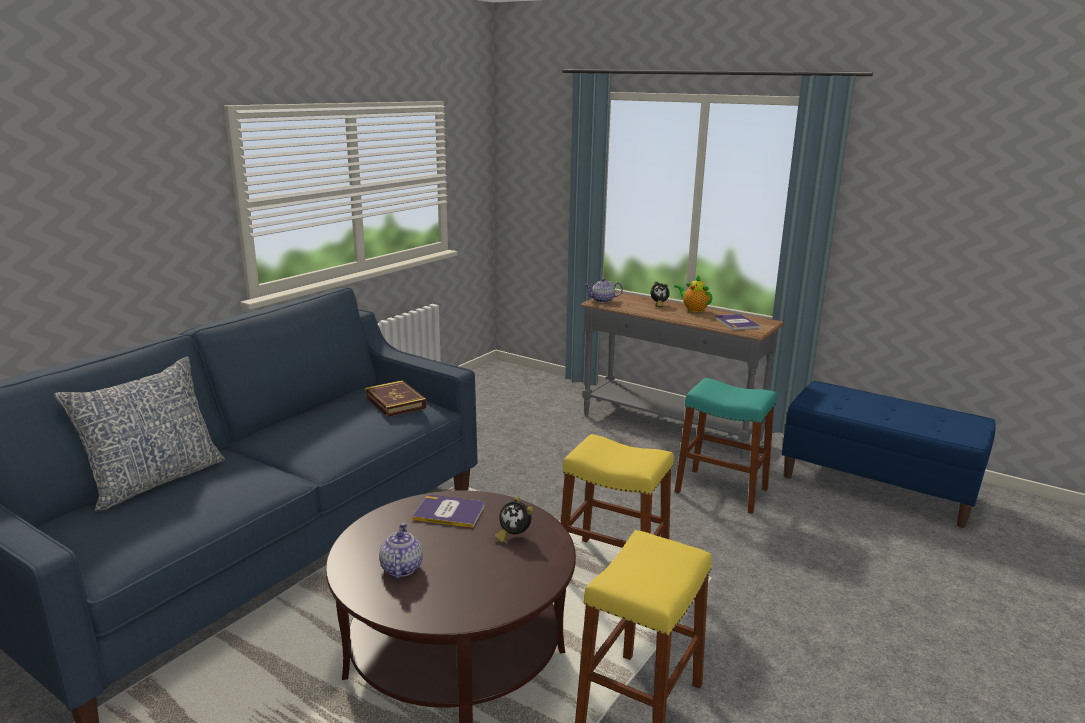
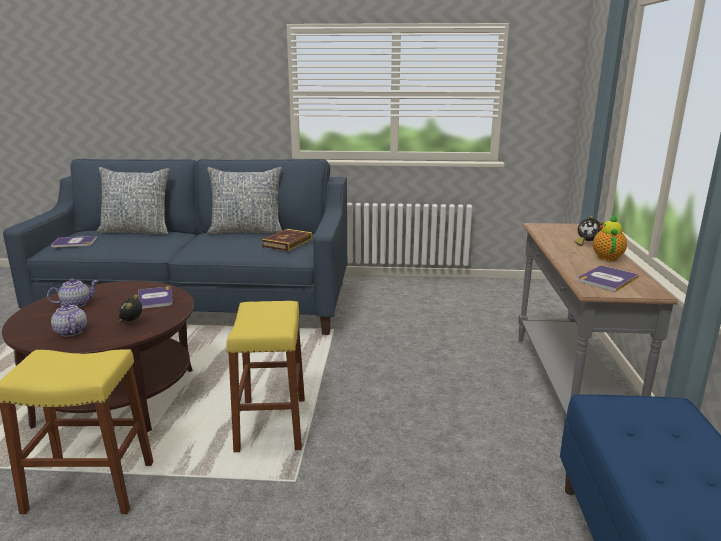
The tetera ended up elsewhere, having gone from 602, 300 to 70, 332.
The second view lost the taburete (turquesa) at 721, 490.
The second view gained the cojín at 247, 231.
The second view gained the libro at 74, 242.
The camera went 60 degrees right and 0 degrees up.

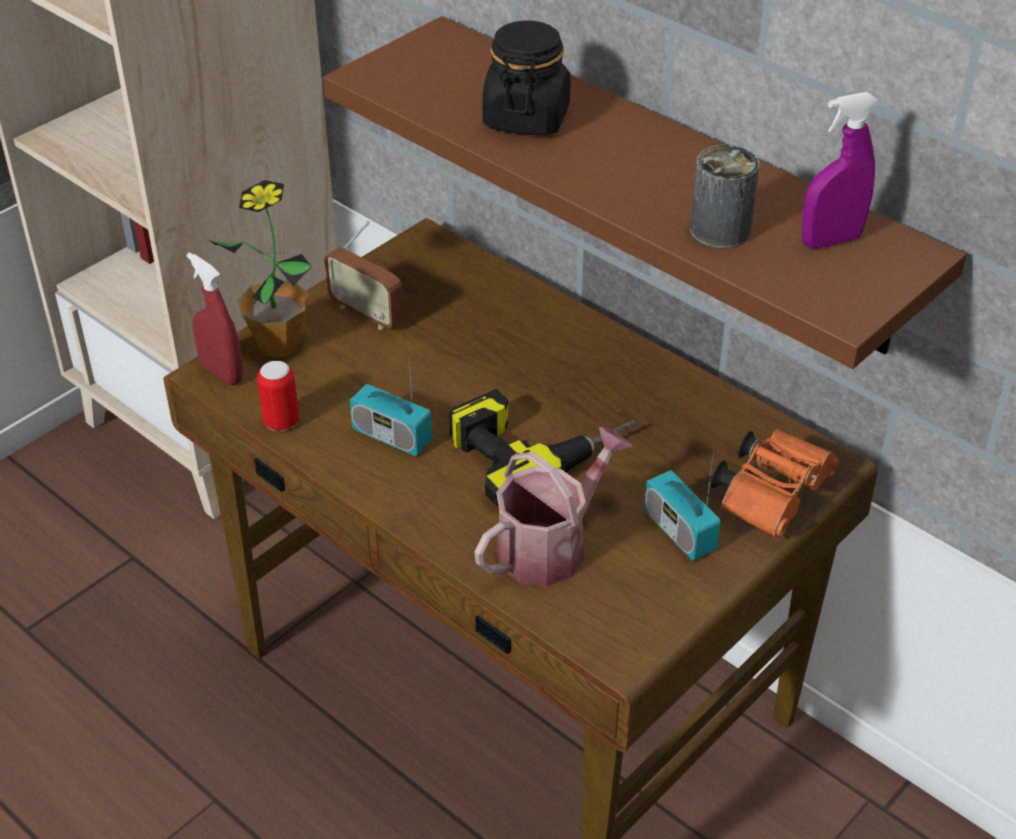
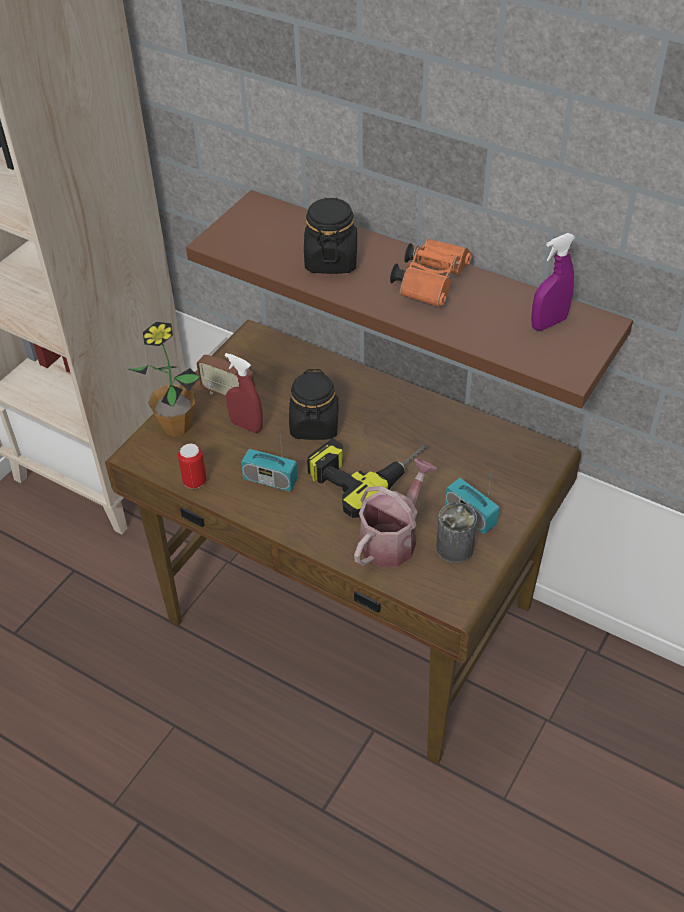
The lata ended up elsewhere, having gone from 720, 230 to 454, 548.
The pulverizador (rojo) ended up elsewhere, having gone from 222, 373 to 246, 426.
The prismáticos (naranja) ended up elsewhere, having gone from 773, 494 to 431, 283.
The second view gained the tarro (negro) at 314, 425.
The camera went 10 degrees left and 5 degrees up.

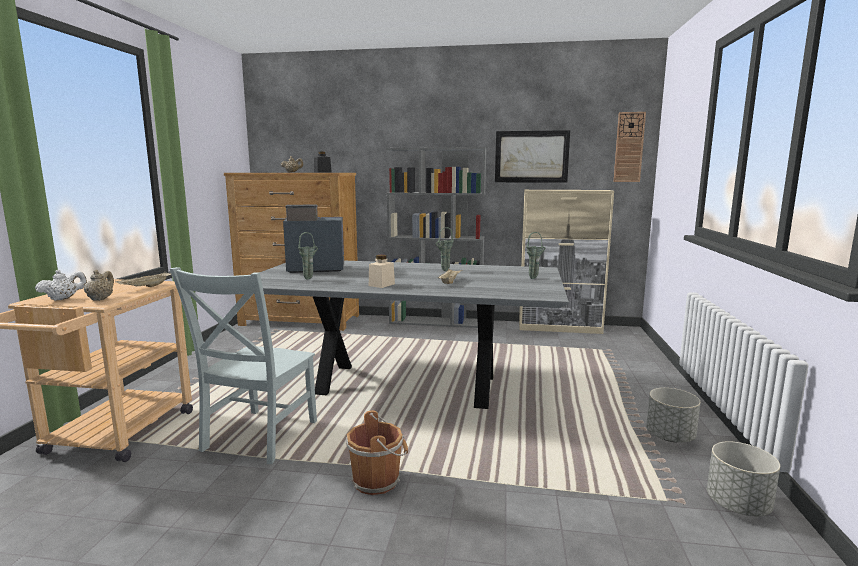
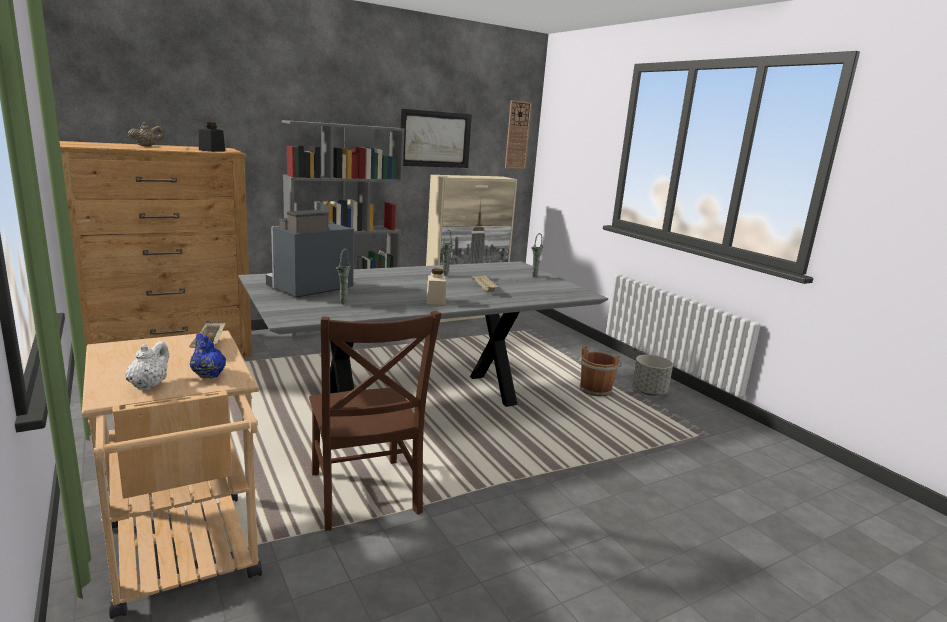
What was the silla (gris) at 257, 437 turned into the silla (marrón) at 364, 495.
What was the tetera (beis) at 101, 299 turned into the tetera (azul) at 208, 375.
The cubo (marrón) ended up elsewhere, having gone from 378, 480 to 595, 389.
The second view lost the maceta (gris) at 738, 505.
The camera went 40 degrees left and 5 degrees up.

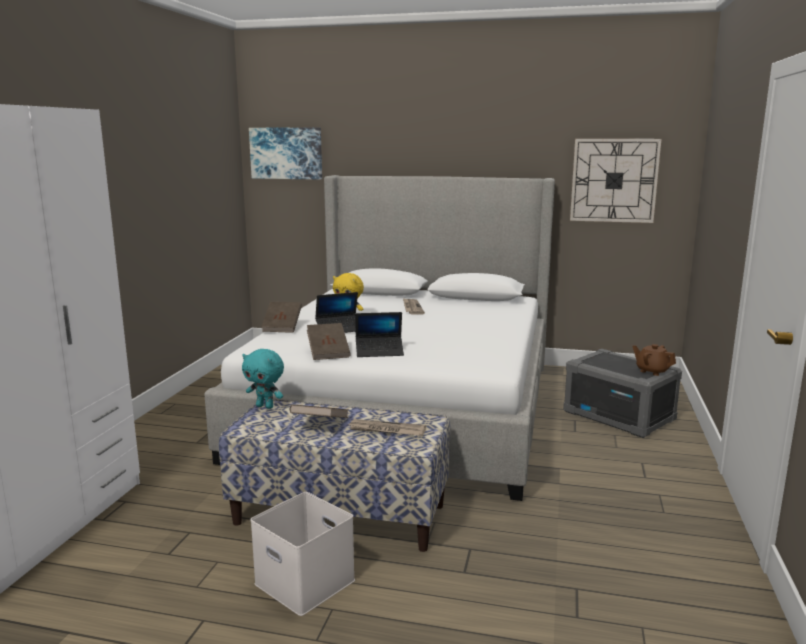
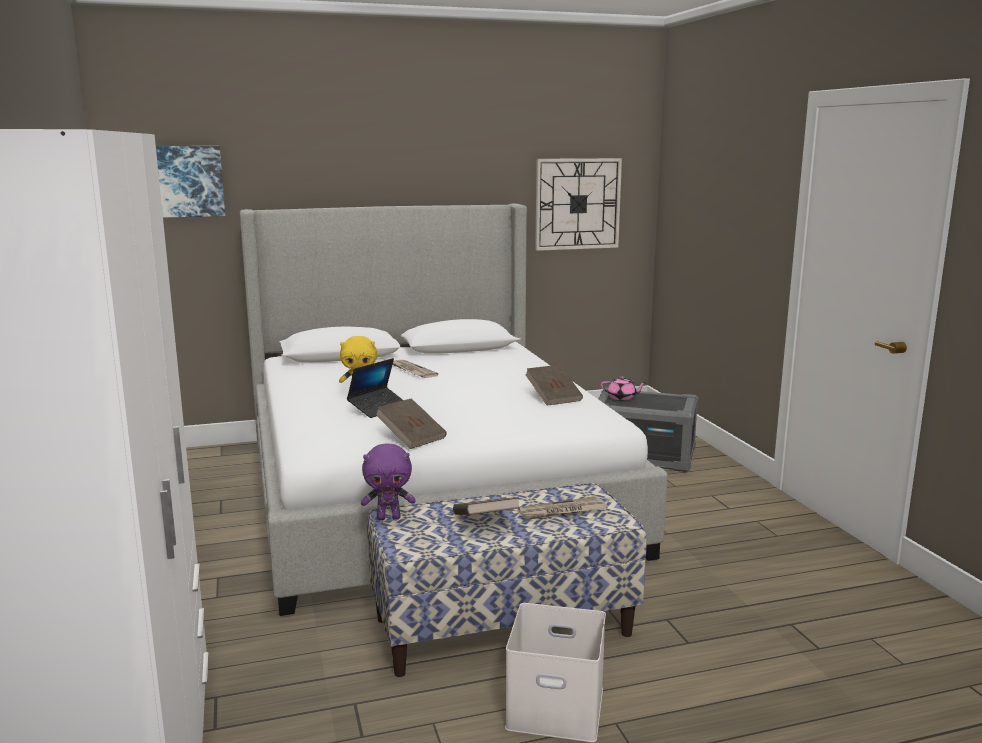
The libro (marrón) ended up elsewhere, having gone from 282, 327 to 553, 397.
The second view lost the portátil at 379, 352.
The second view lost the tetera (marrón) at 652, 371.
What was the peluche (turquesa) at 265, 406 turned into the peluche (morado) at 389, 518.
The second view gained the tetera (rosa) at 622, 398.
The camera went 30 degrees left and 0 degrees up.

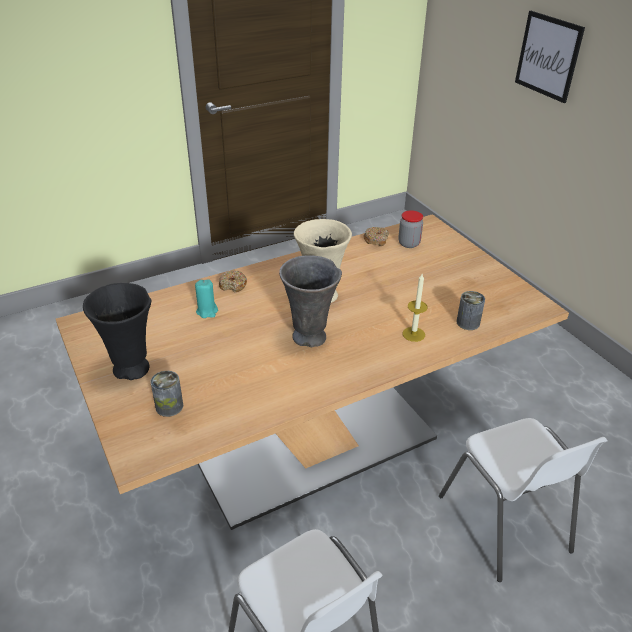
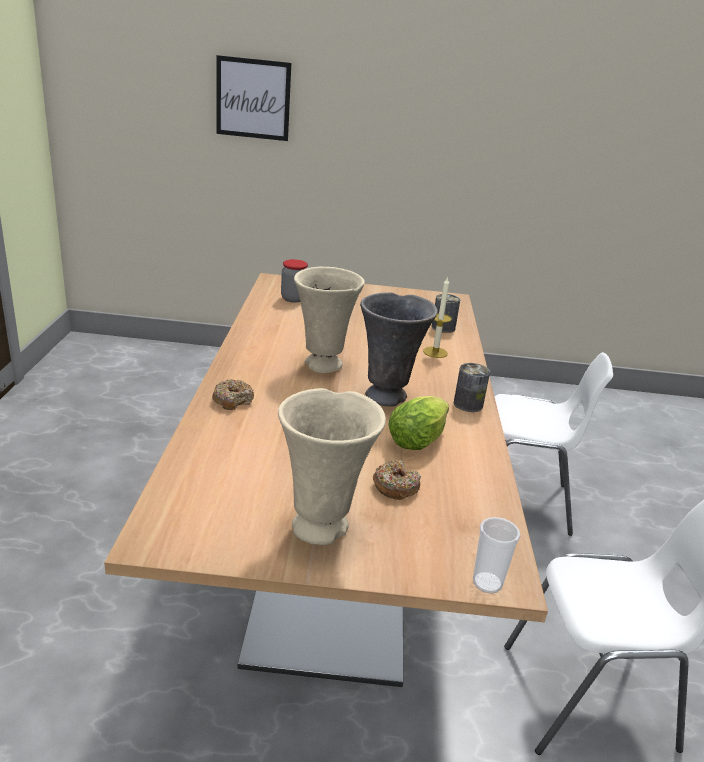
The rosquilla ended up elsewhere, having gone from 376, 240 to 395, 486.
The second view lost the vela (turquesa) at 207, 311.
What was the florero (negro) at 132, 370 turned into the florero (beis) at 322, 527.
The lata ended up elsewhere, having gone from 169, 406 to 468, 404.
The second view gained the lechuga at 419, 439.
The second view gained the taza at 487, 583.
The camera went 60 degrees left and 10 degrees down.

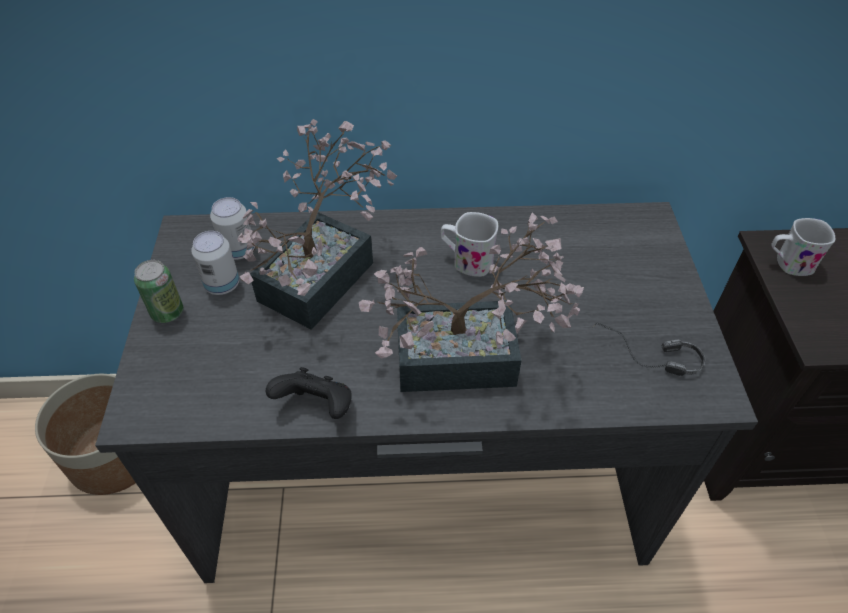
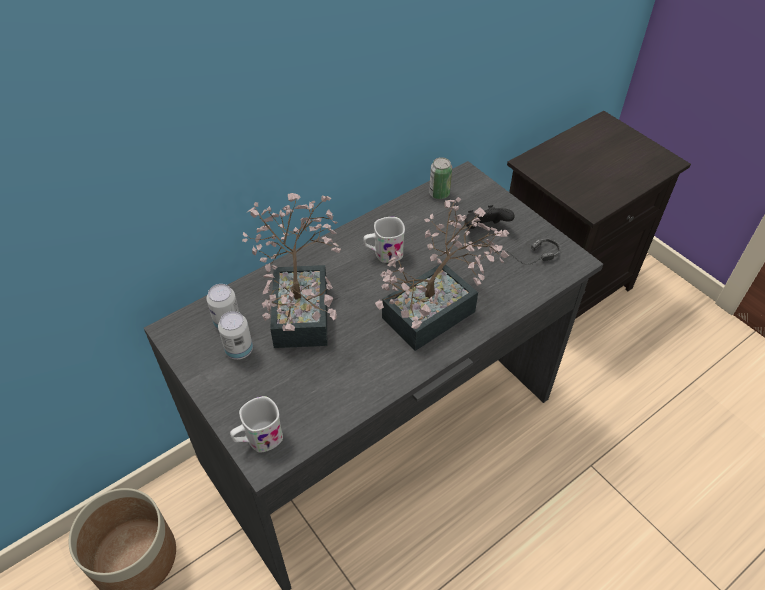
The taza grande (blanco) ended up elsewhere, having gone from 788, 263 to 258, 439.
The lata ended up elsewhere, having gone from 167, 312 to 439, 194.
The mando de consola (negro) ended up elsewhere, having gone from 317, 407 to 484, 229.
The camera went 35 degrees left and 0 degrees up.

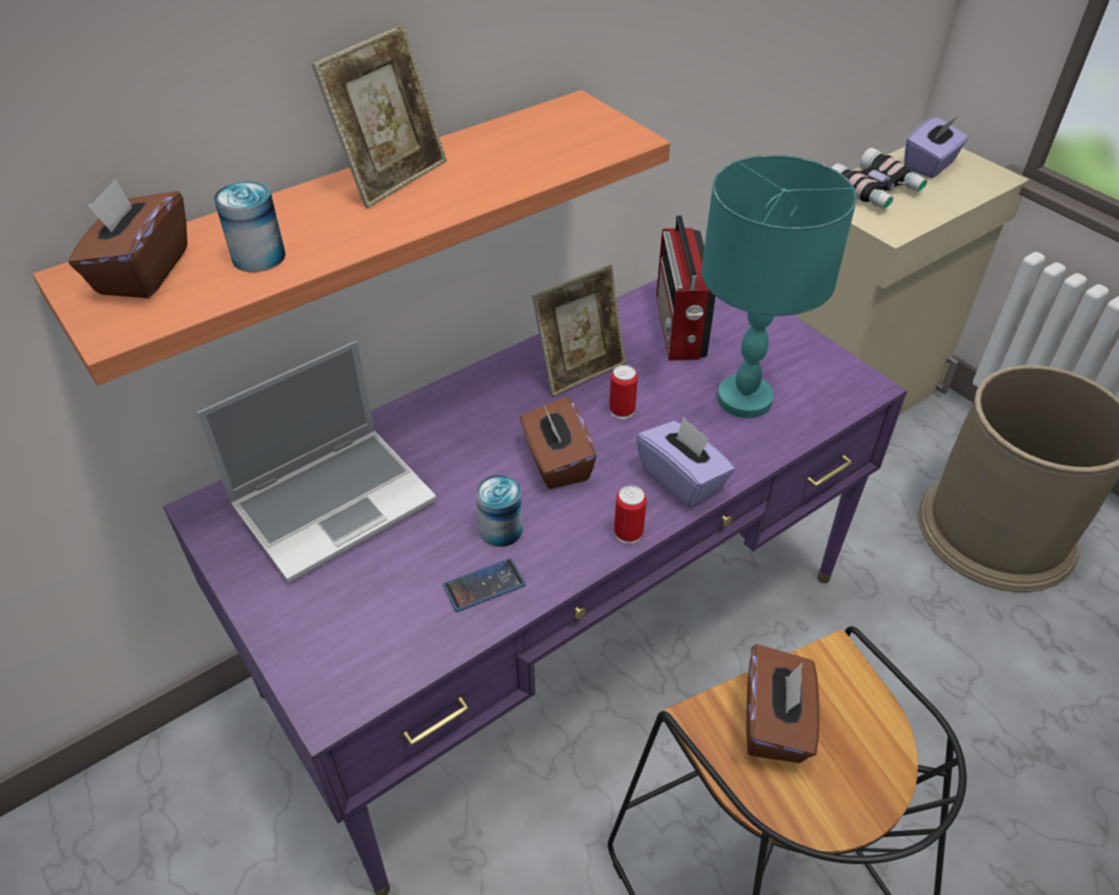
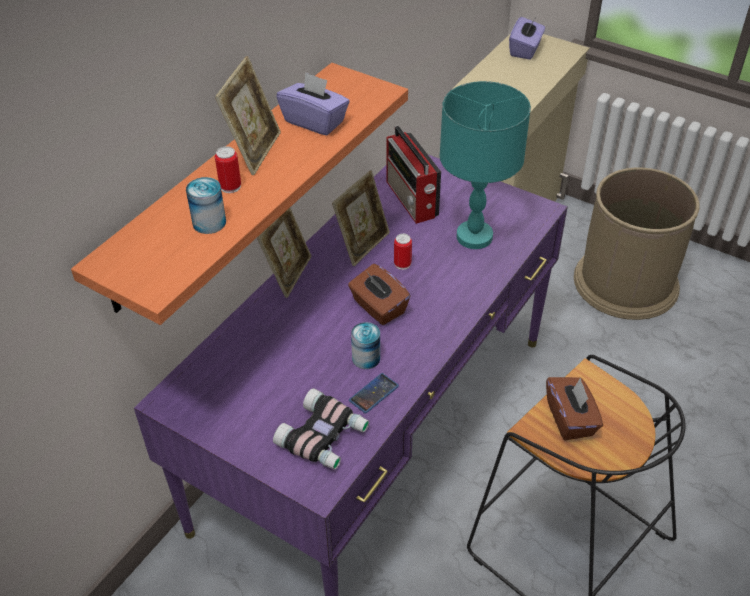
The prismáticos ended up elsewhere, having gone from 875, 191 to 324, 437.
The second view lost the caja de pañuelos (marrón) at 142, 271.
The second view lost the portátil at 335, 502.
The caja de pañuelos (morado) ended up elsewhere, having gone from 682, 479 to 315, 121.
The lata ended up elsewhere, having gone from 628, 533 to 230, 186.
The second view gained the portarretratos at 288, 274.
The camera went 20 degrees left and 0 degrees up.

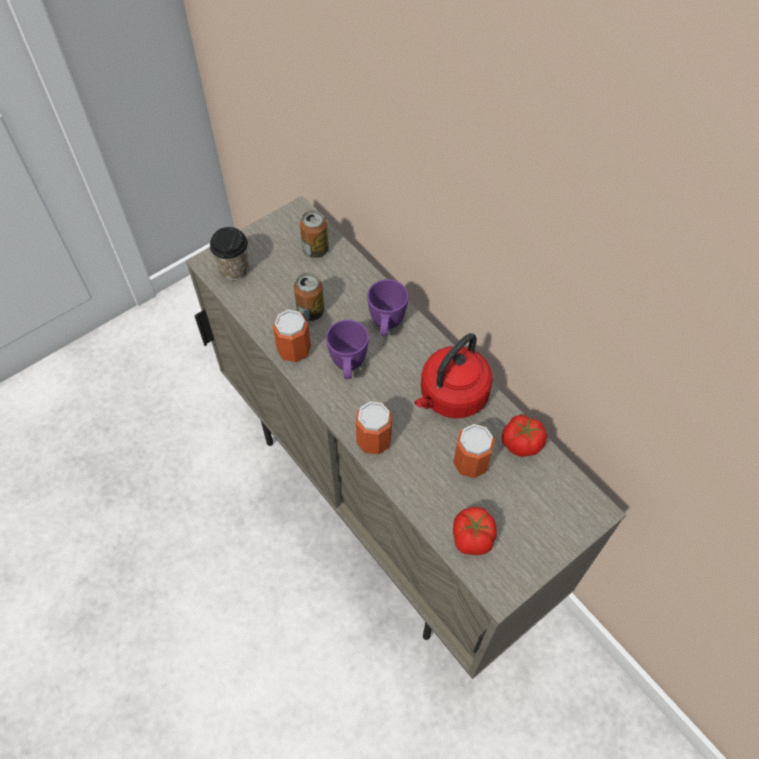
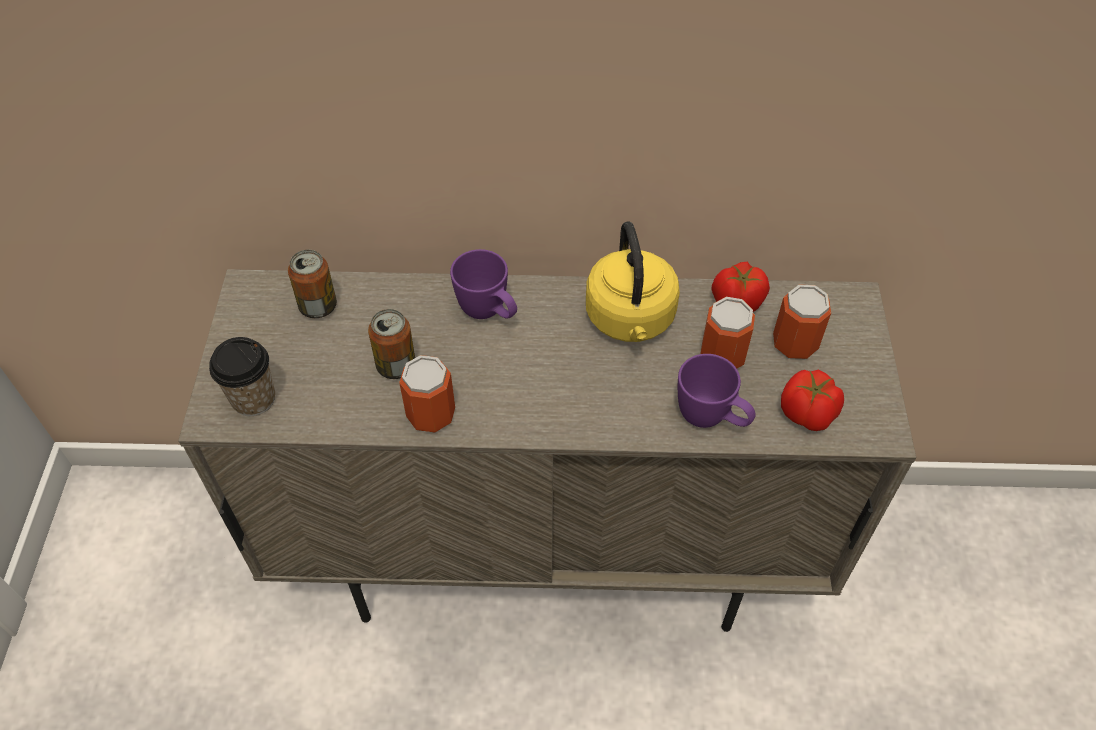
The taza grande (morado) ended up elsewhere, having gone from 348, 367 to 711, 419.
What was the hervidor (rojo) at 451, 397 turned into the hervidor (amarillo) at 630, 320.
The lata ended up elsewhere, having gone from 374, 440 to 794, 344.
The camera went 50 degrees left and 5 degrees down.

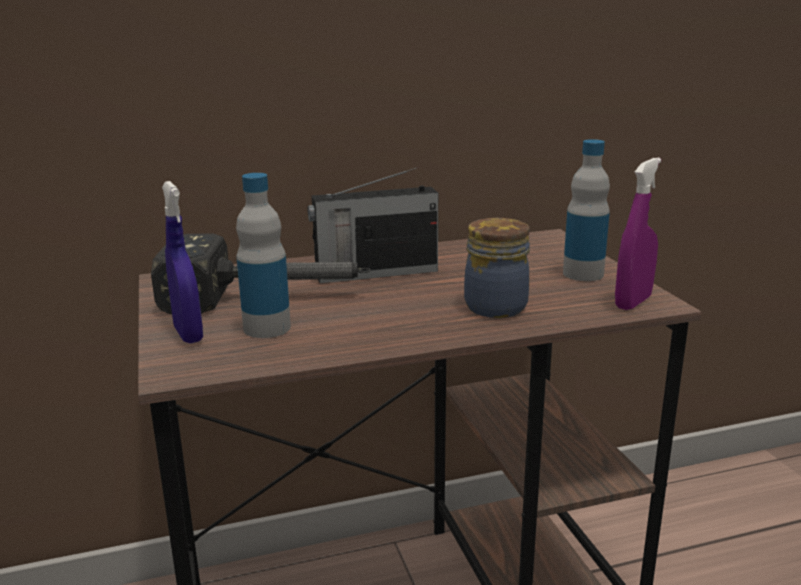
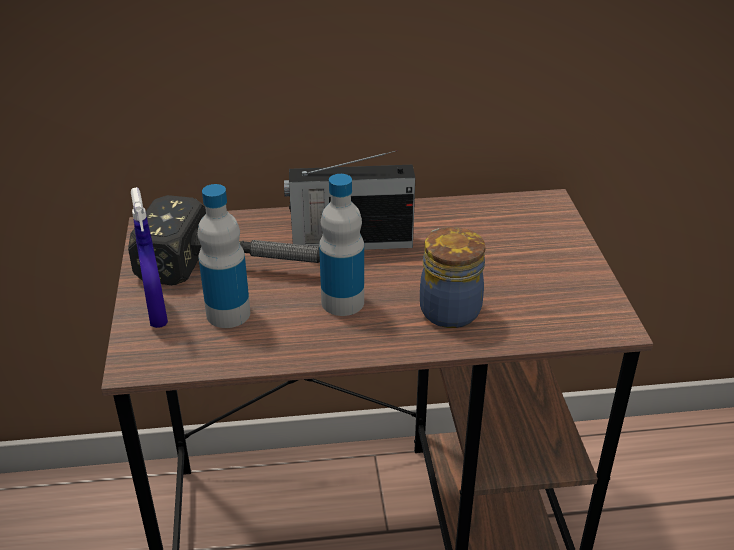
The botella ended up elsewhere, having gone from 583, 274 to 342, 302.
The second view lost the pulverizador (morado) at 633, 302.
The camera went 10 degrees right and 15 degrees up.

